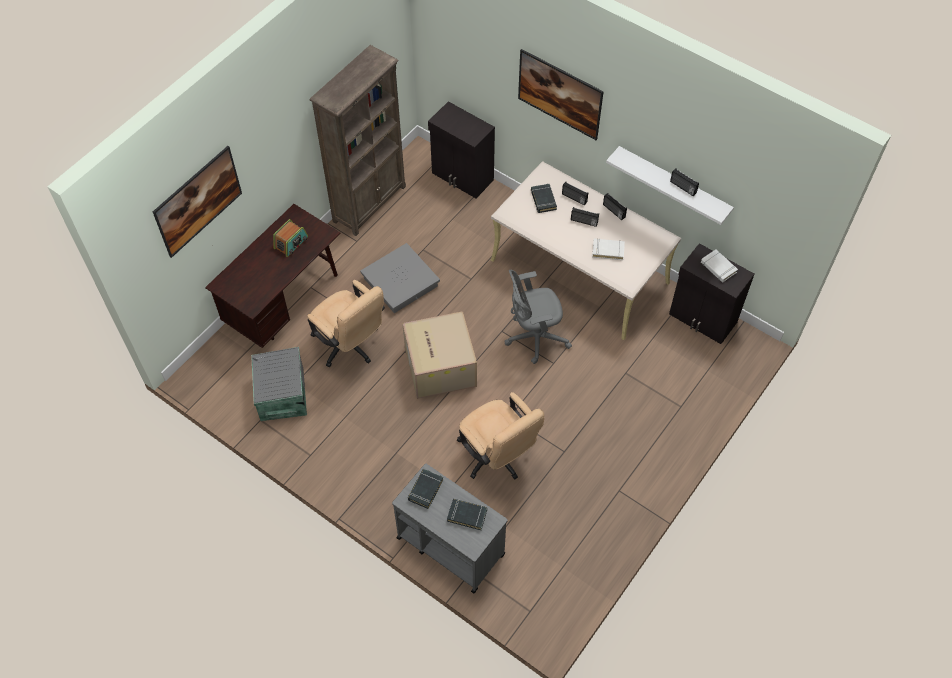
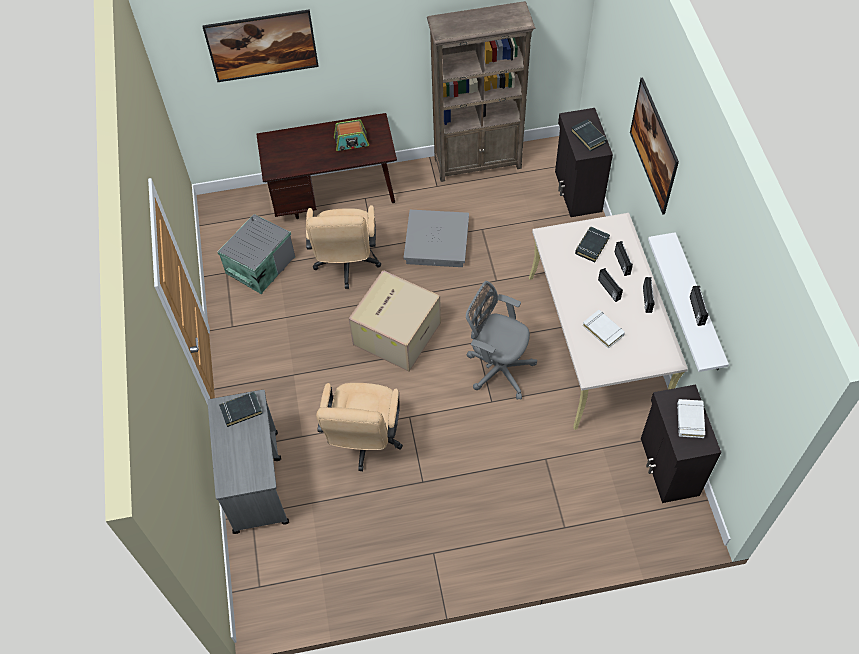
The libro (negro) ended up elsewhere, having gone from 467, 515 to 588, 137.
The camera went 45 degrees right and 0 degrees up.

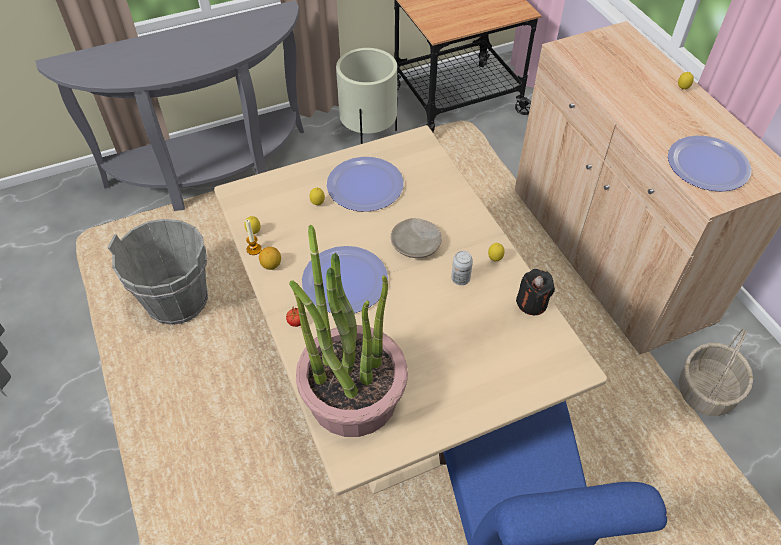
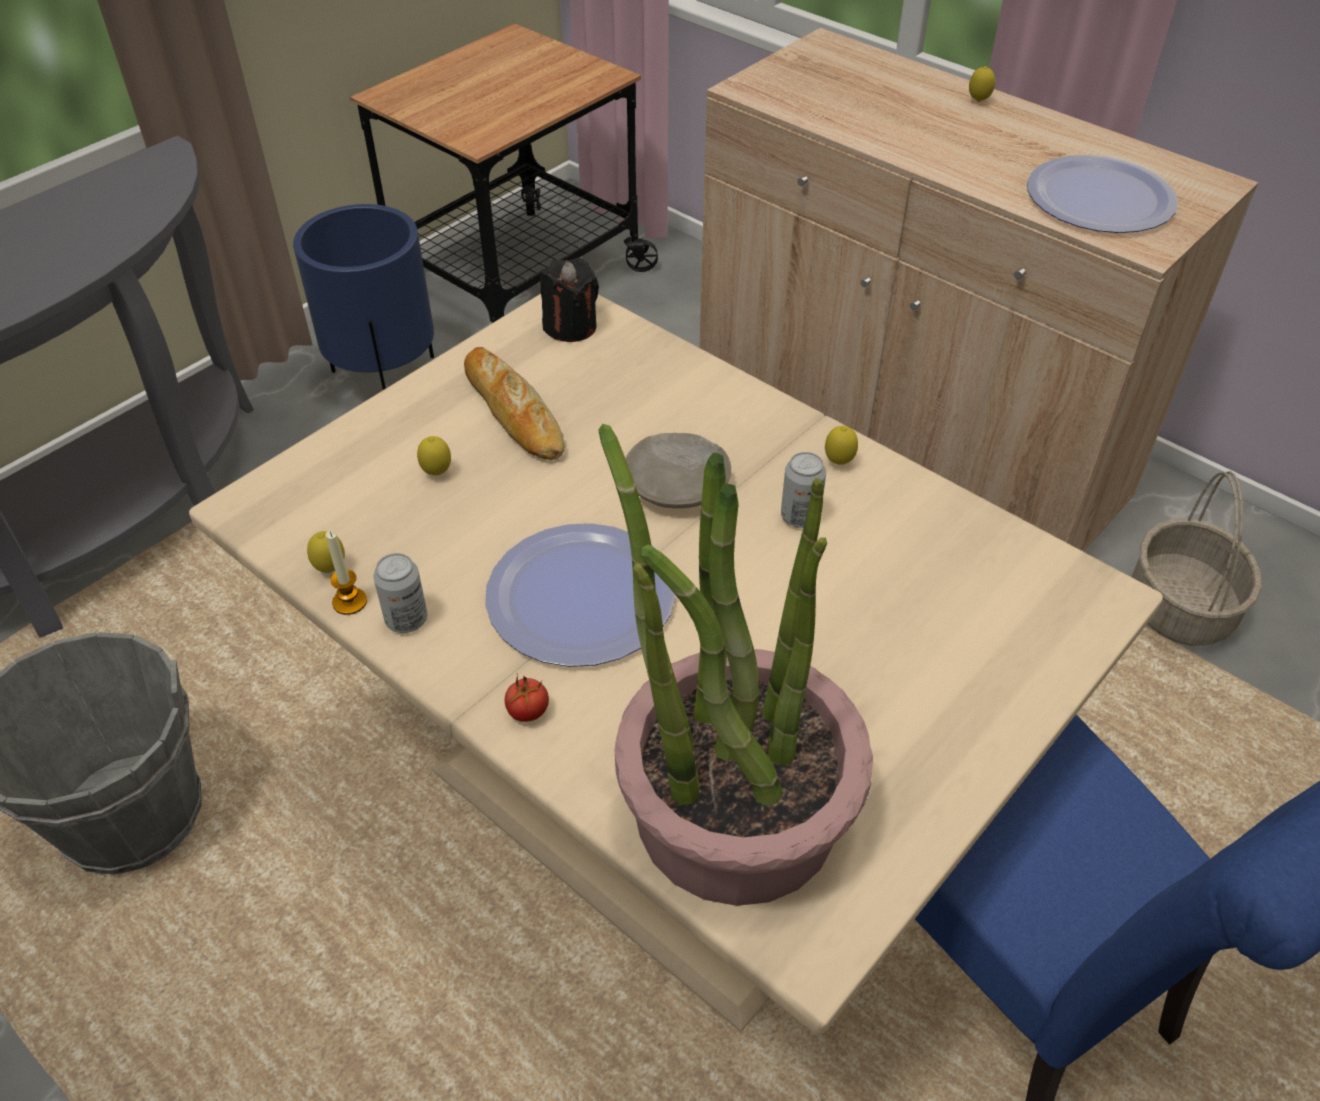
What was the maceta (beis) at 368, 136 turned into the maceta (azul) at 385, 381.
Where the plato stood at 365, 185, the pan came to stand at 513, 411.
Where the limón stood at 271, 265, the lata came to stand at 406, 619.
The vela (negro) ended up elsewhere, having gone from 532, 303 to 570, 327.
The camera went 25 degrees left and 5 degrees down.

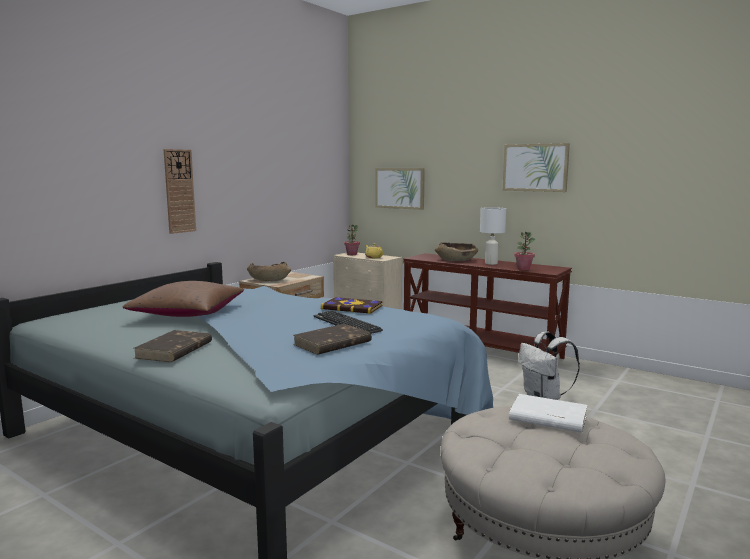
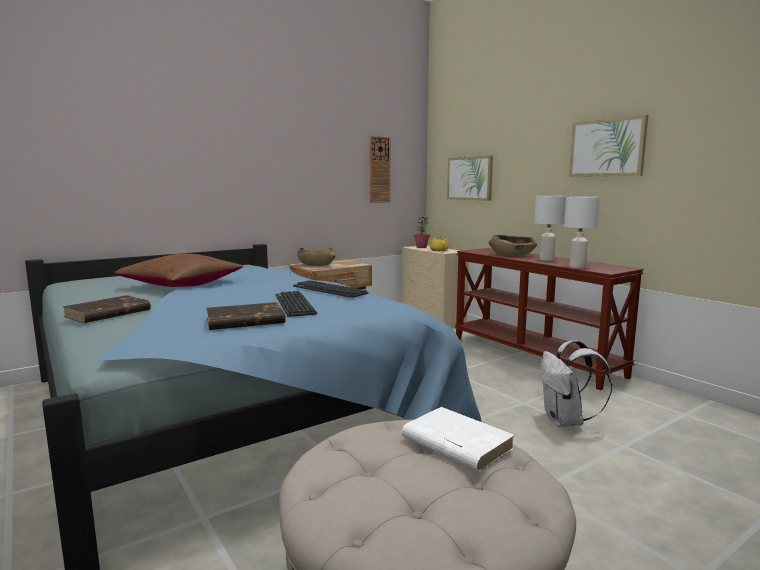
The reloj de pared ended up elsewhere, having gone from 179, 191 to 379, 170.
Where the planta en maceta stood at 523, 269, the lámpara de mesa (blanco) came to stand at 577, 266.
Where the libro stood at 352, 307, the teclado came to stand at 329, 290.
The camera went 20 degrees right and 0 degrees up.

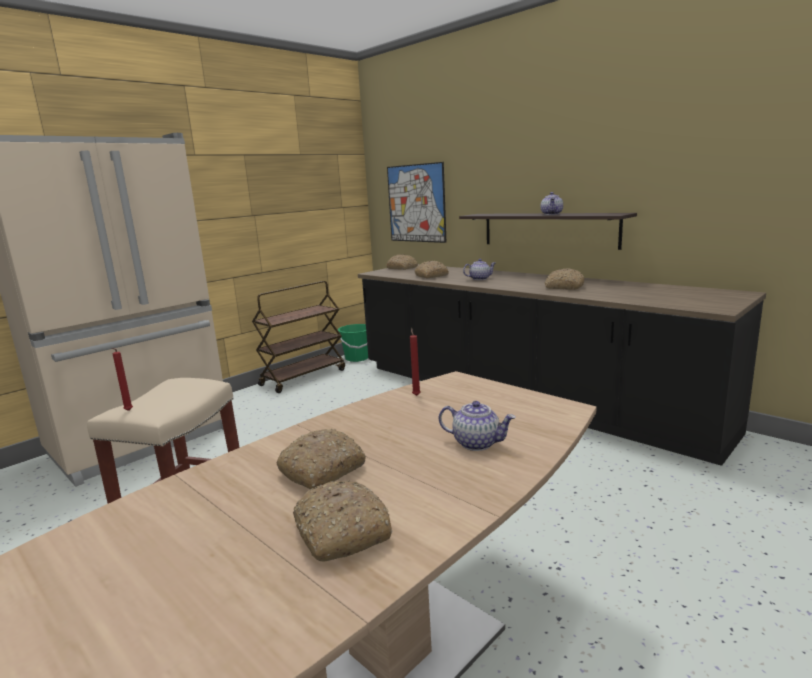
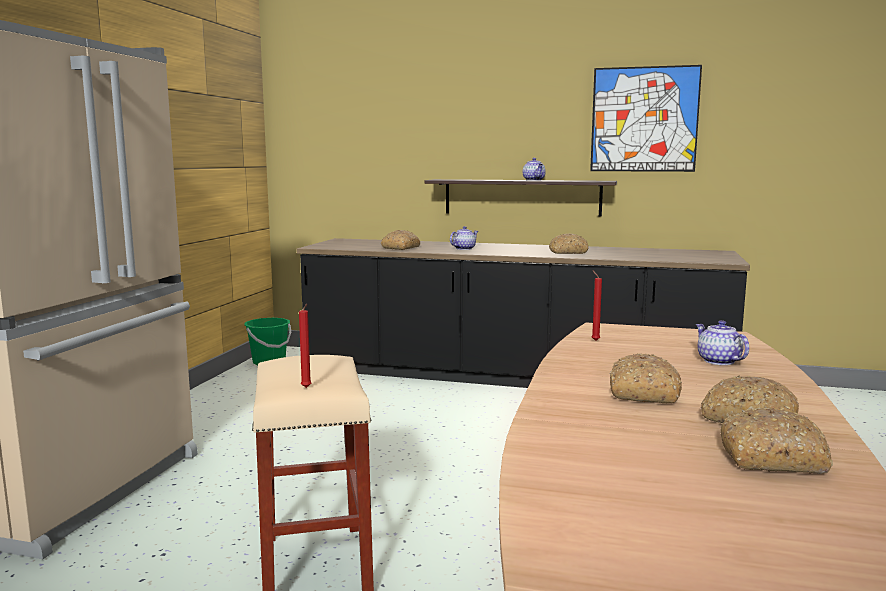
The cuadro ended up elsewhere, having gone from 416, 203 to 644, 119.
The pan ended up elsewhere, having gone from 402, 268 to 773, 458.
The second view lost the carrito (marrón) at 303, 377.
The tetera at 477, 443 ended up facing another way, 105 degrees counterclockwise from before.
The camera went 30 degrees left and 5 degrees down.

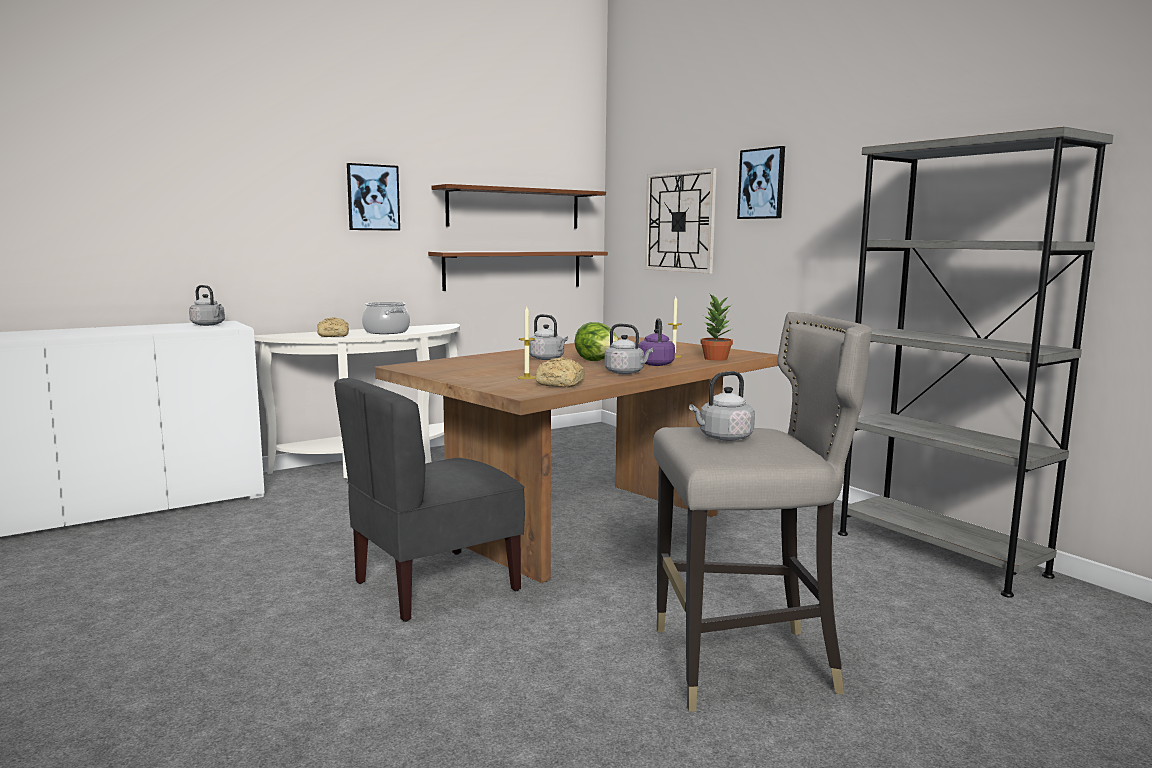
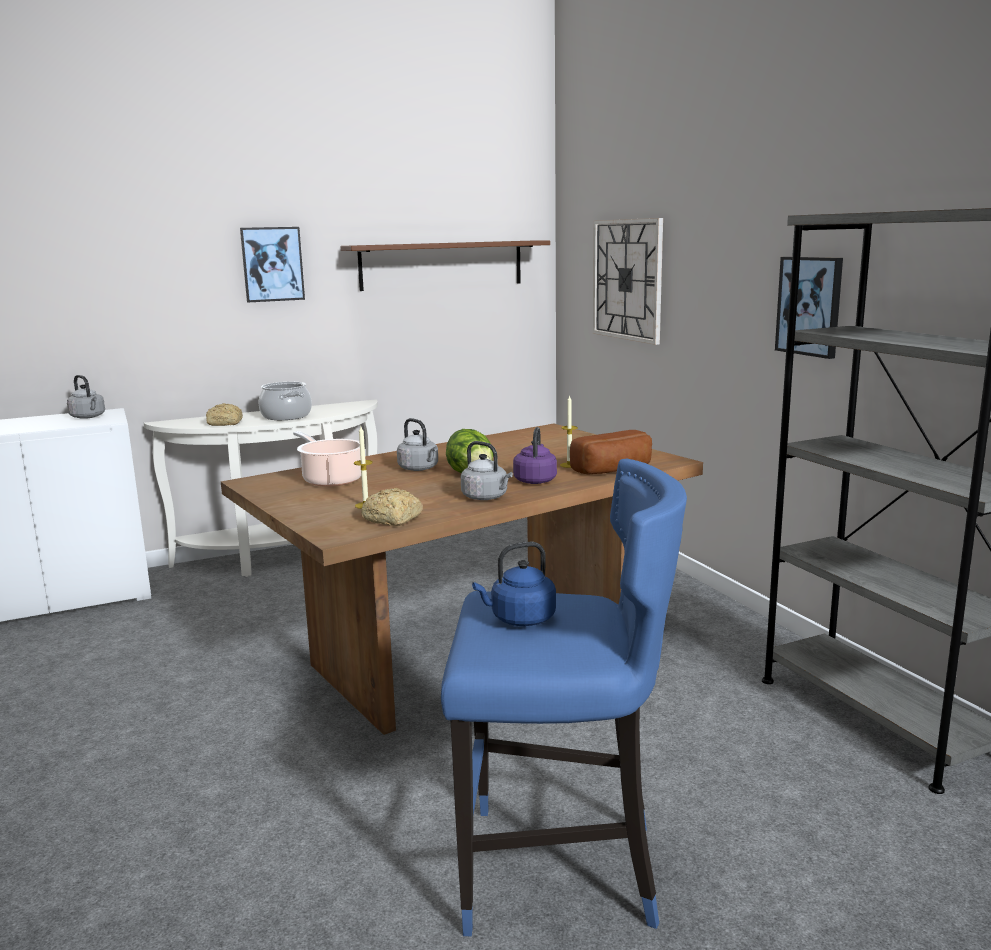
The cuadro ended up elsewhere, having gone from 762, 183 to 810, 306.
The second view lost the estante (marrón) at 513, 270.
Where the planta en maceta stood at 715, 358, the pan came to stand at 615, 470.
What was the taburete (gris) at 746, 664 turned into the taburete (azul) at 561, 871.
What was the hervidor (gris) at 723, 438 turned into the hervidor (azul) at 519, 619.
The second view lost the silla (gris) at 434, 585.
The second view gained the olla at 330, 479.
The camera went 10 degrees right and 5 degrees up.

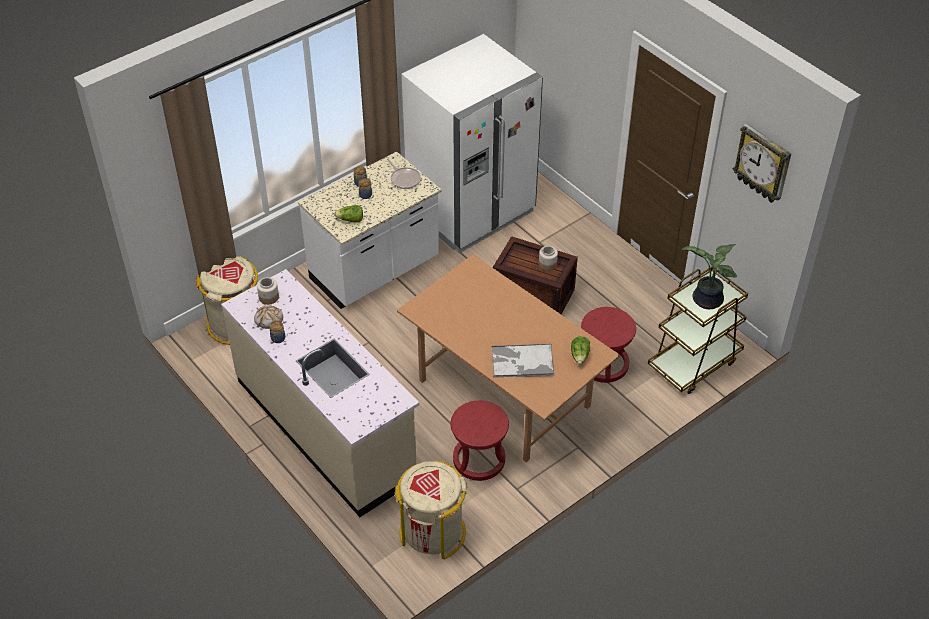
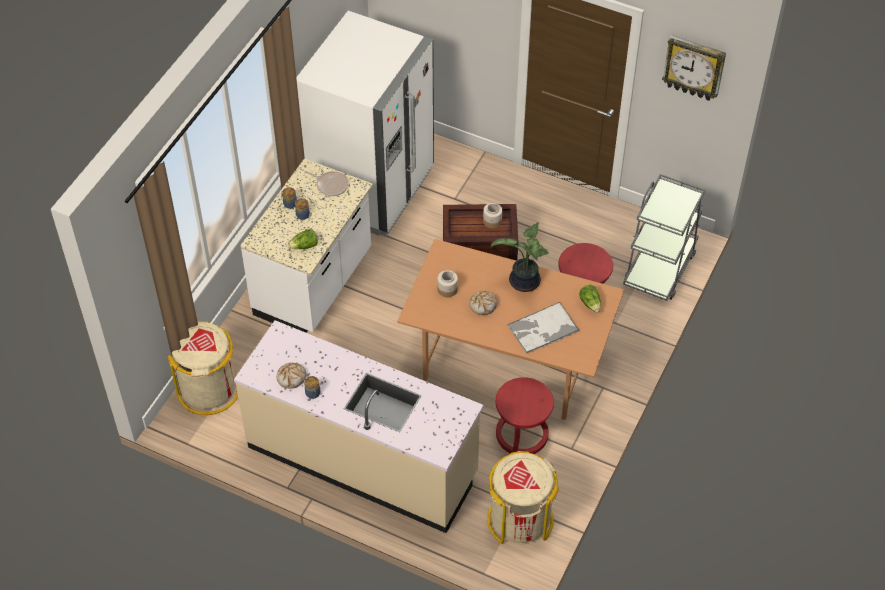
The planta en maceta ended up elsewhere, having gone from 705, 301 to 523, 283.
What was the carrito (marrón) at 694, 363 turned into the carrito (gris) at 659, 268.
The tarro ended up elsewhere, having gone from 269, 297 to 447, 289.
The second view gained the pan at 483, 305.
The camera went 25 degrees left and 5 degrees up.

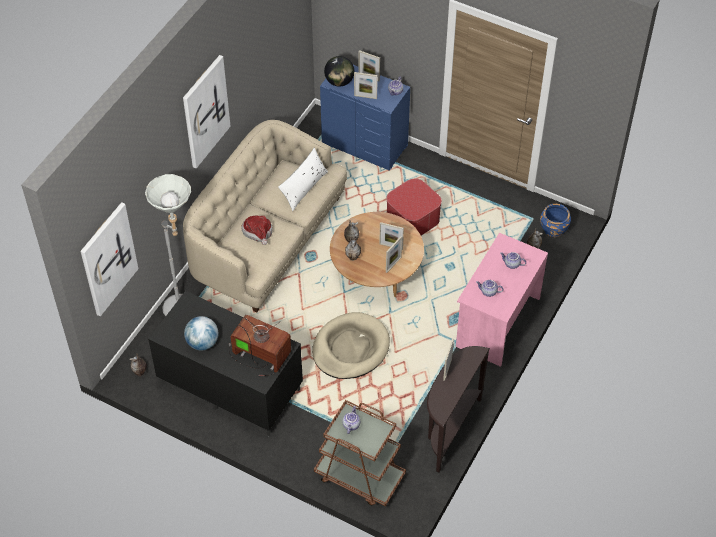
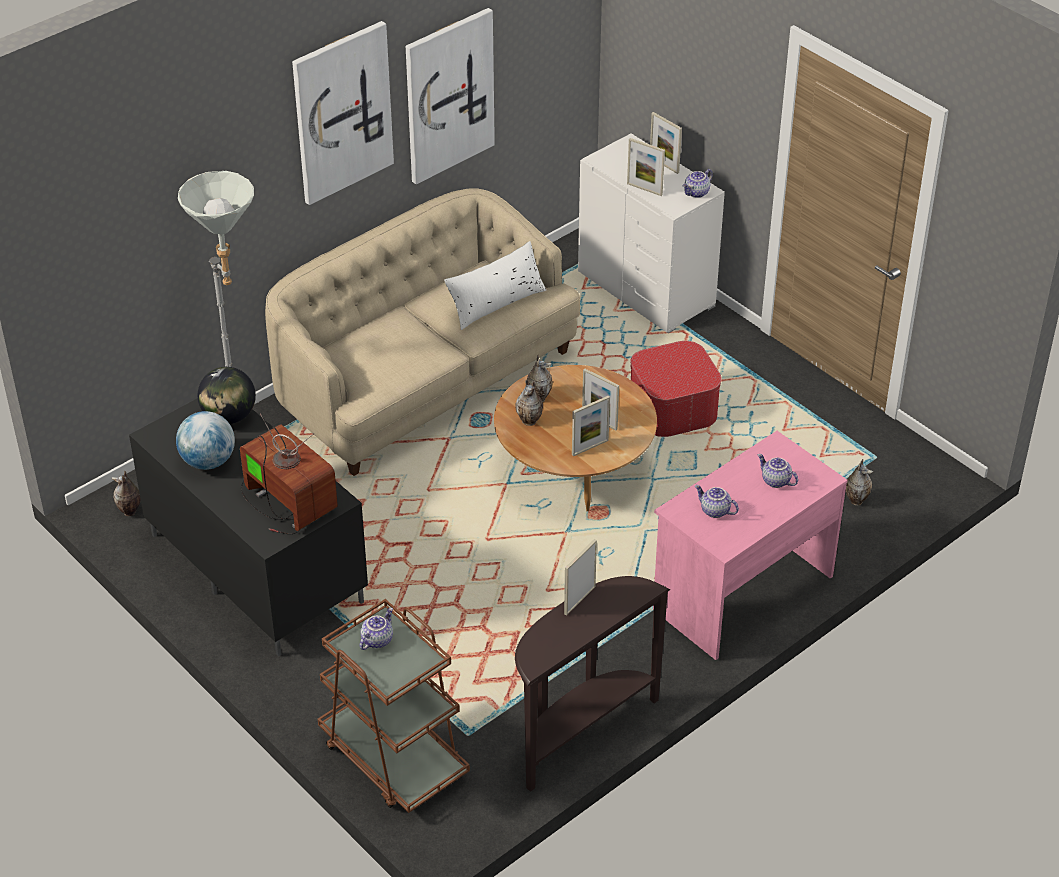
The globo terráqueo ended up elsewhere, having gone from 339, 81 to 229, 416.
What was the cómoda (azul) at 365, 144 turned into the cómoda (blanco) at 647, 289.
The cuadro ended up elsewhere, having gone from 108, 259 to 448, 95.
The second view lost the maceta (azul) at 553, 229.
The second view lost the sombrero at 258, 233.
The second view lost the cama para perro (beis) at 350, 348.
The camera went 20 degrees right and 10 degrees down.

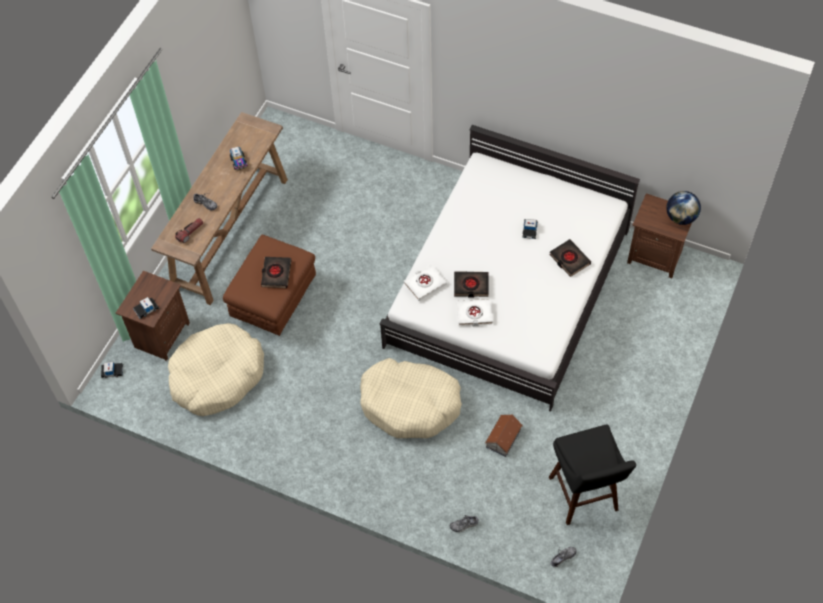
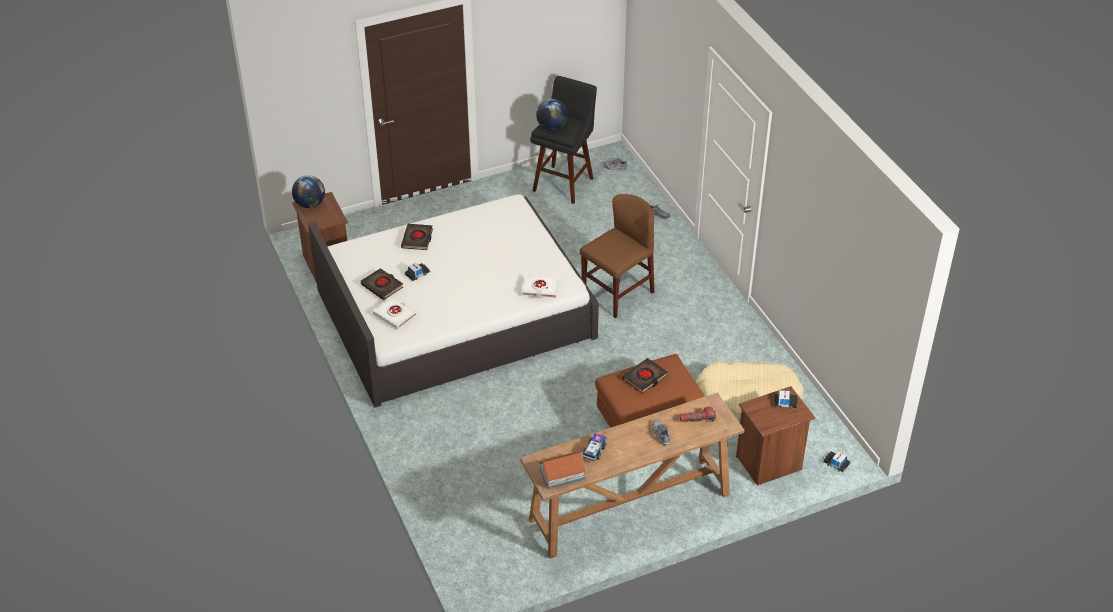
The libro (negro) ended up elsewhere, having gone from 471, 286 to 382, 286.
The libro (blanco) ended up elsewhere, having gone from 474, 314 to 395, 315.
Where the cama para perro (beis) stood at 410, 404, the silla (marrón) came to stand at 617, 293.
The casita ended up elsewhere, having gone from 503, 438 to 561, 475.
The second view gained the globo terráqueo at 551, 127.
The camera went 140 degrees left and 15 degrees down.

